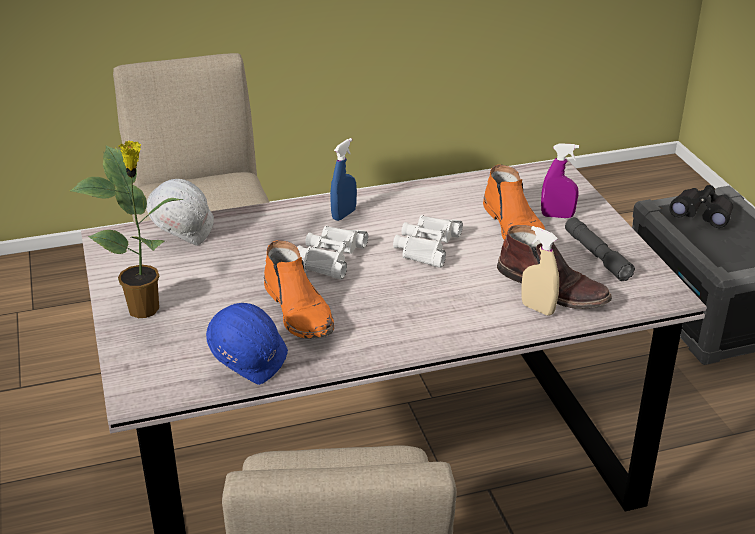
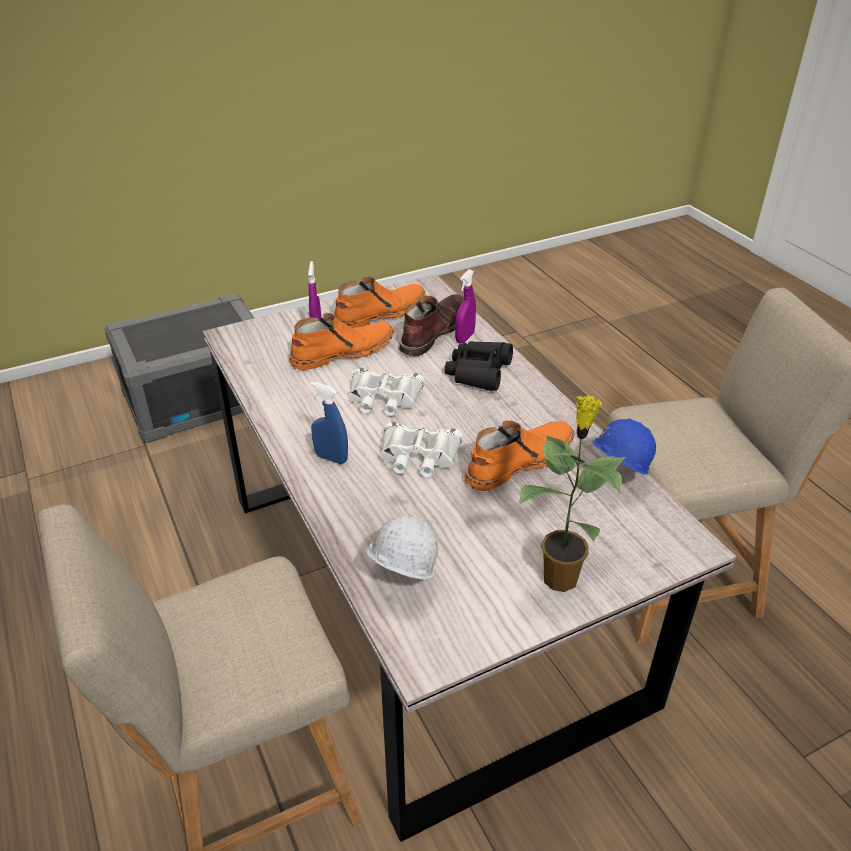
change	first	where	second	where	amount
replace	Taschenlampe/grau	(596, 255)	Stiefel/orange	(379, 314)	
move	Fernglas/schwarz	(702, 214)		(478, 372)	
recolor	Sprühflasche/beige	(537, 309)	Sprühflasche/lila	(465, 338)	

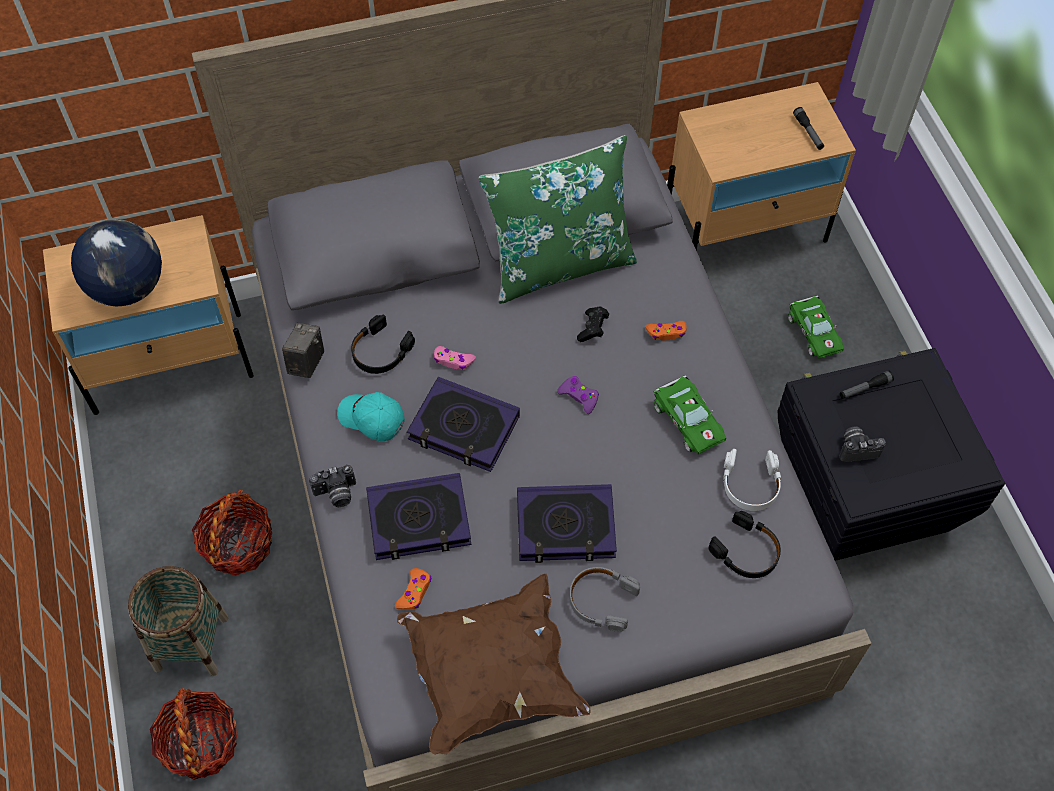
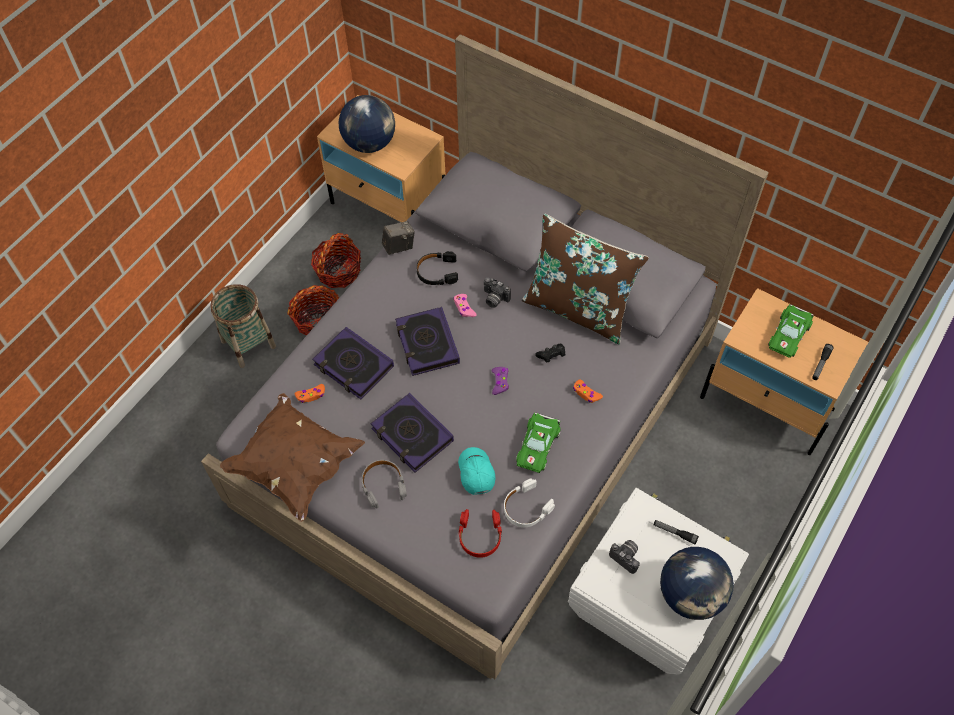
change	first	where	second	where	amount
move	Korb	(201, 743)		(338, 271)	
move	Kappe/türkis	(371, 419)		(475, 473)	
recolor	Kopfhörer/schwarz	(746, 551)	Kopfhörer/rot	(480, 536)	
move	Kamera	(336, 494)		(494, 299)	
recolor	Kissen/grün	(559, 263)	Kissen/braun	(578, 308)	
recolor	Aufbewahrungsbox/schwarz	(862, 490)	Aufbewahrungsbox/weiß	(646, 601)	
insert			Globus	(691, 594)	
move	Spielzeugauto/grün	(813, 331)		(789, 334)	

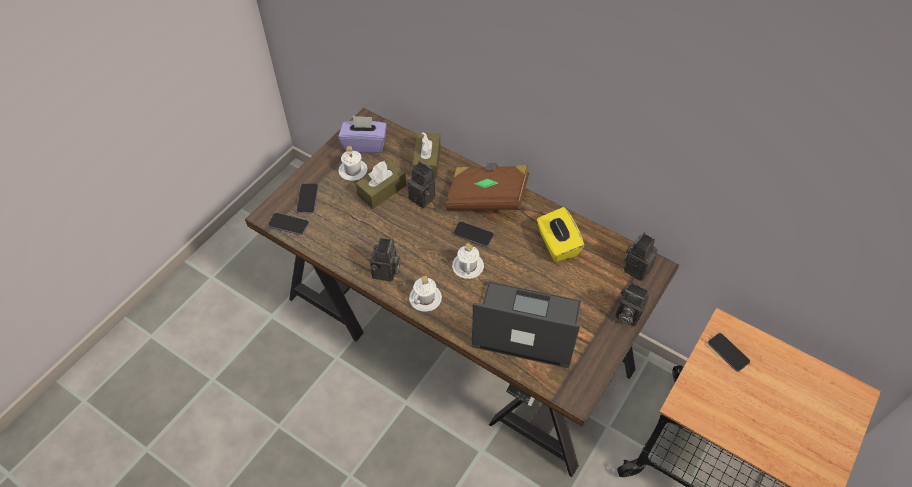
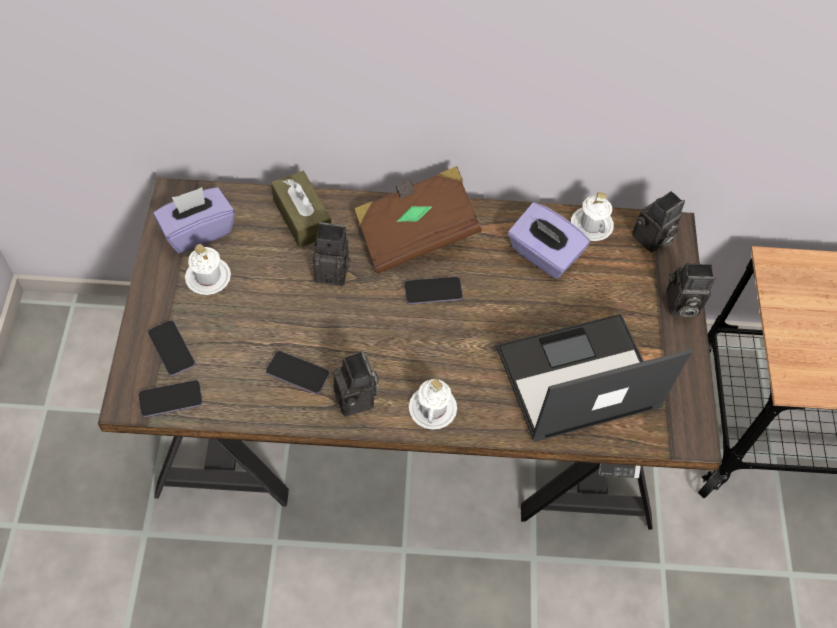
change	first	where	second	where	amount
move	Handy	(728, 353)		(297, 373)	
recolor	Taschentuchbox/gelb	(557, 245)	Taschentuchbox/lila	(543, 255)	
move	Henkelbecher/weiß	(468, 266)		(591, 225)	
rotate	Kamera	(636, 267)		(651, 239)	135 degrees counterclockwise
delete	Taschentuchbox/braun	(382, 190)			

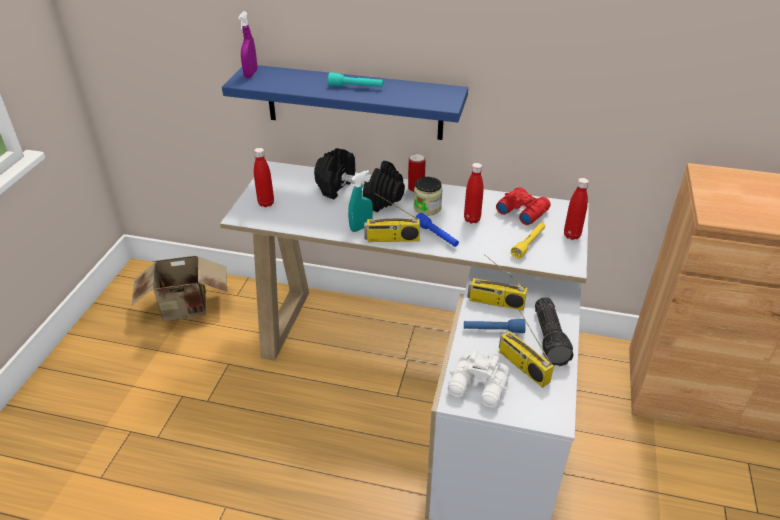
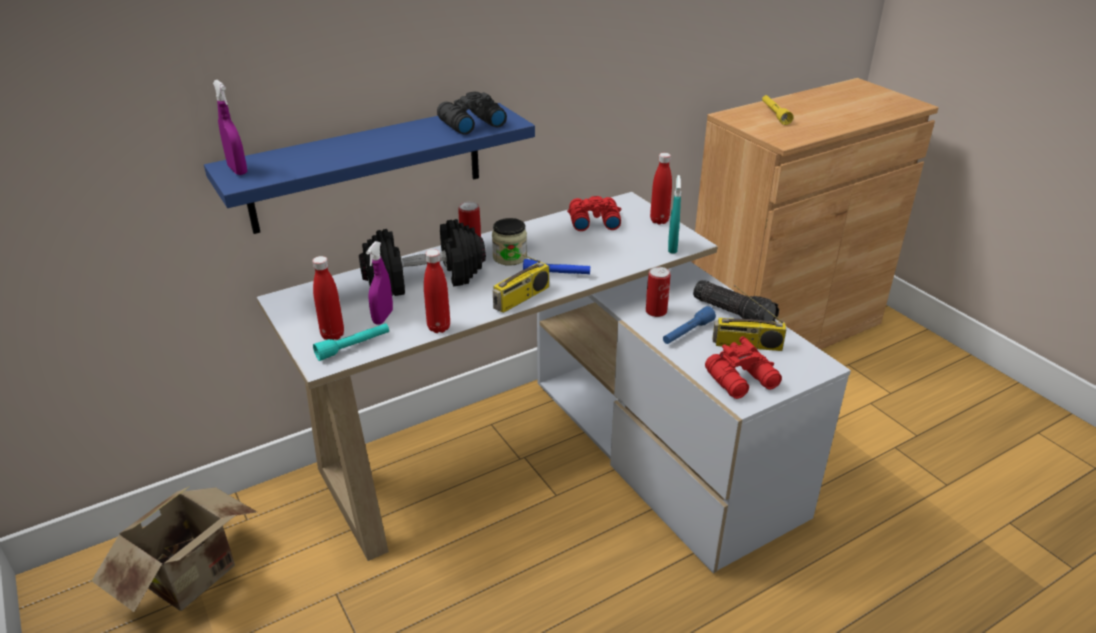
change	first	where	second	where	amount
move	Taschenlampe/türkis	(356, 87)		(353, 347)	
insert			Sprühflasche/lila	(383, 317)	
move	Flasche/rot	(472, 219)		(439, 328)	
insert			Fernglas/schwarz	(470, 124)	
replace	Radio	(495, 302)	Dose	(656, 311)	
move	Sprühflasche/türkis	(361, 227)		(672, 247)	
recolor	Fernglas/weiß	(478, 387)	Fernglas/rot	(743, 380)	
move	Taschenlampe/gelb	(528, 244)		(774, 114)	

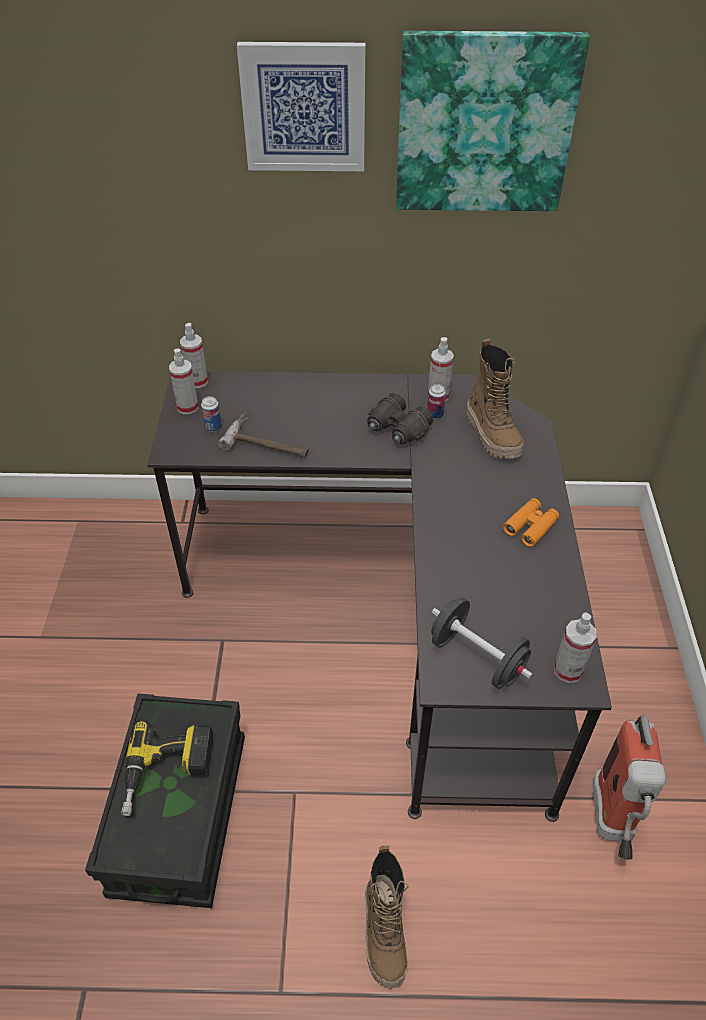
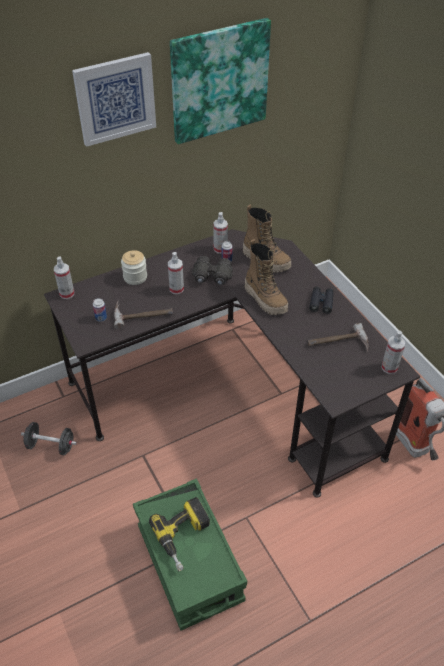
change	first	where	second	where	amount
move	Hantel/schwarz	(477, 657)		(51, 446)	
insert			Vorratsglas	(135, 277)	
recolor	Aufbewahrungsbox/schwarz	(179, 814)	Aufbewahrungsbox/grün	(189, 564)	
move	Sprühflasche	(187, 407)		(176, 289)	
move	Stiefel	(385, 933)		(265, 299)	
insert			Hammer	(338, 344)	
recolor	Fernglas/orange	(530, 526)	Fernglas/schwarz	(321, 302)	

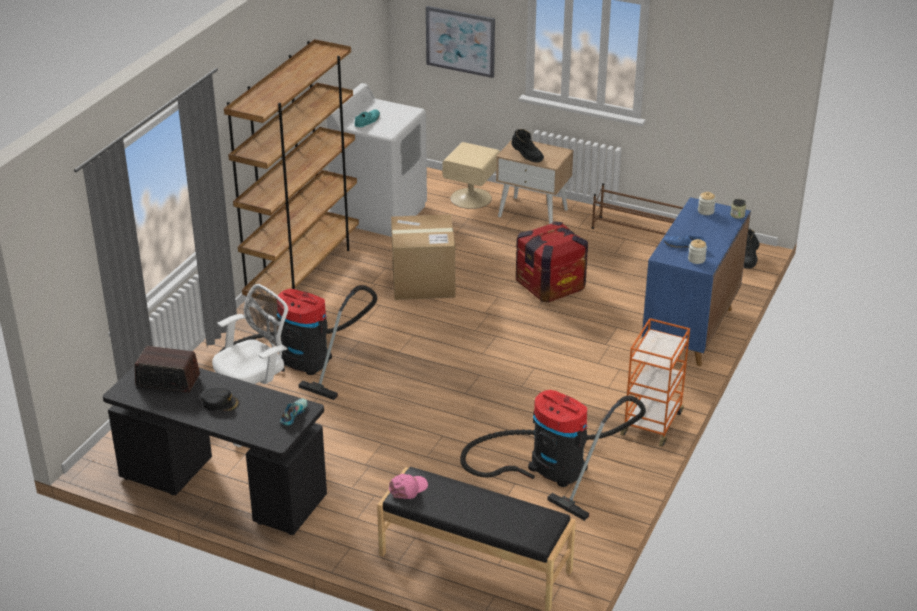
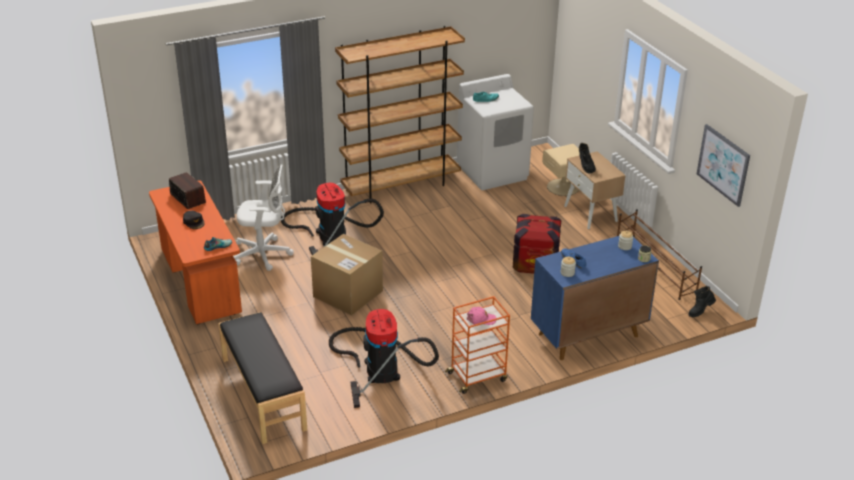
change	first	where	second	where	amount
recolor	Schreibtisch/schwarz	(222, 488)	Schreibtisch/orange	(200, 281)	
move	Karton	(423, 282)		(348, 294)	
move	Kappe/rosa	(408, 489)		(481, 319)	
move	Bild	(460, 41)		(723, 164)	

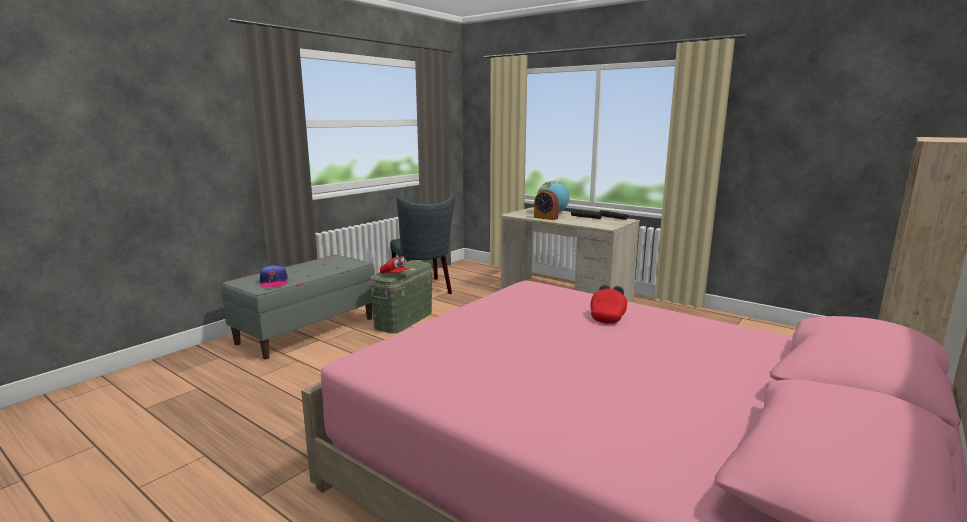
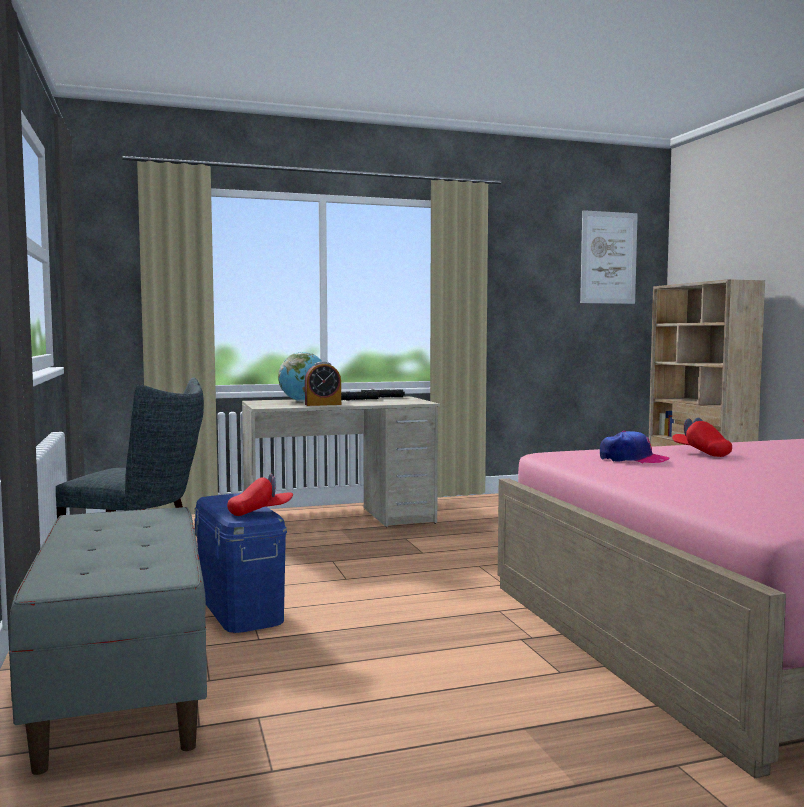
change	first	where	second	where	amount
recolor	Aufbewahrungsbox/grün	(403, 320)	Aufbewahrungsbox/blau	(239, 607)	
insert			Bild	(608, 258)	
move	Kappe	(273, 282)		(632, 459)	

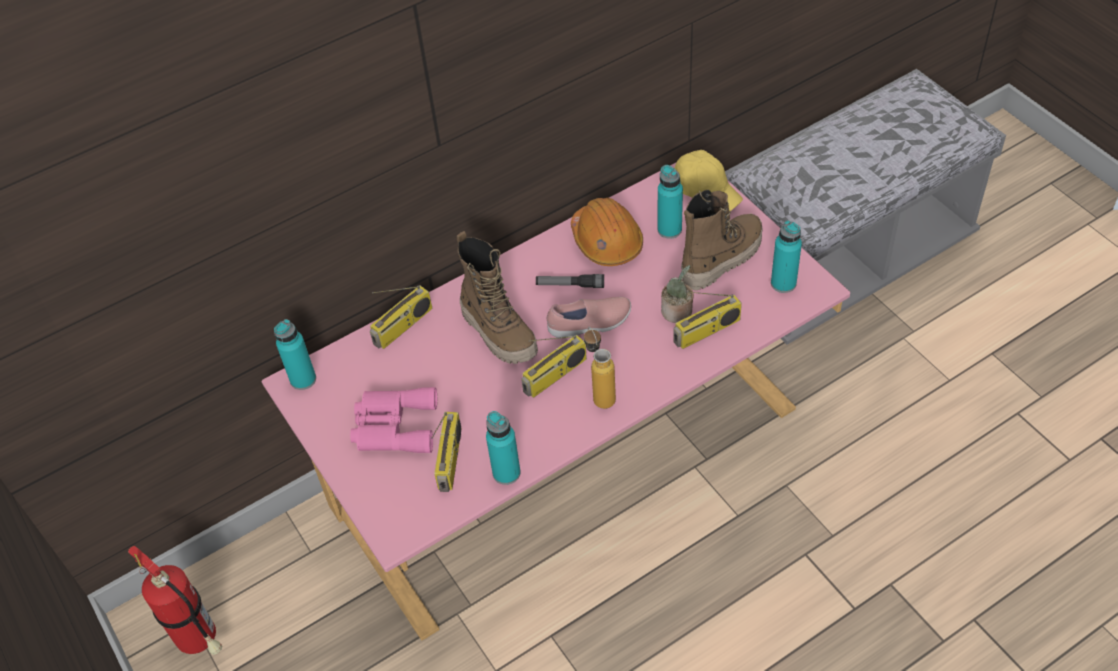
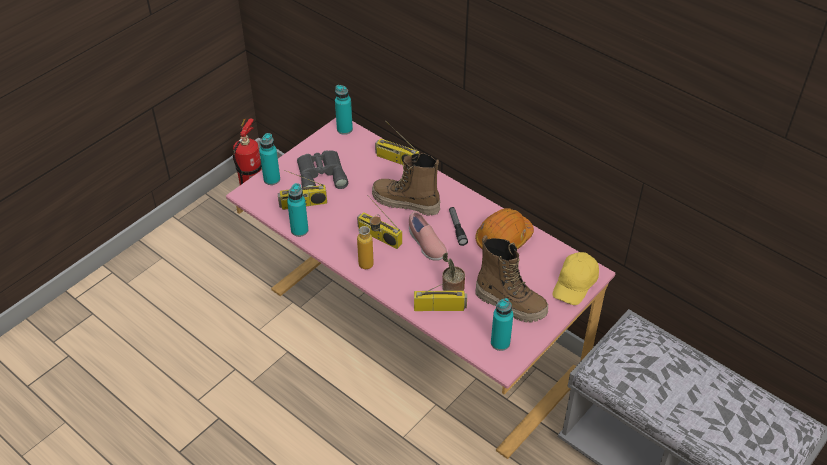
change	first	where	second	where	amount
move	Flasche/türkis	(669, 229)		(272, 179)	
recolor	Fernglas/rosa	(393, 426)	Fernglas/grau	(321, 174)	
rotate	Stiefel	(499, 332)		(406, 203)	75 degrees clockwise
rotate	Radio	(706, 331)		(440, 306)	135 degrees clockwise

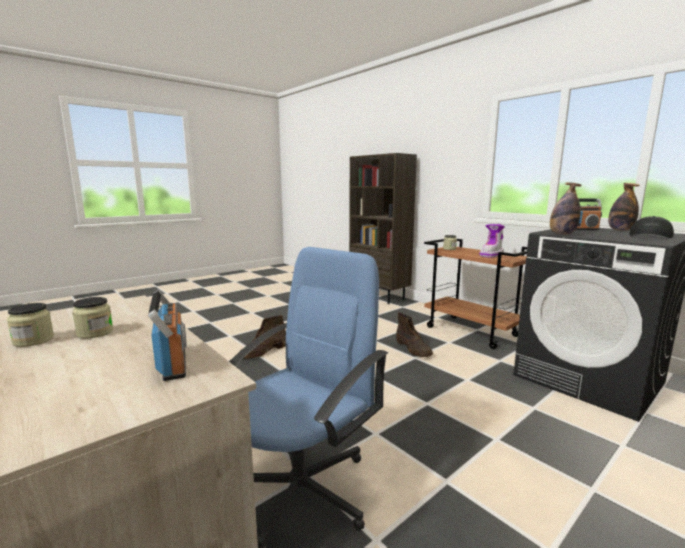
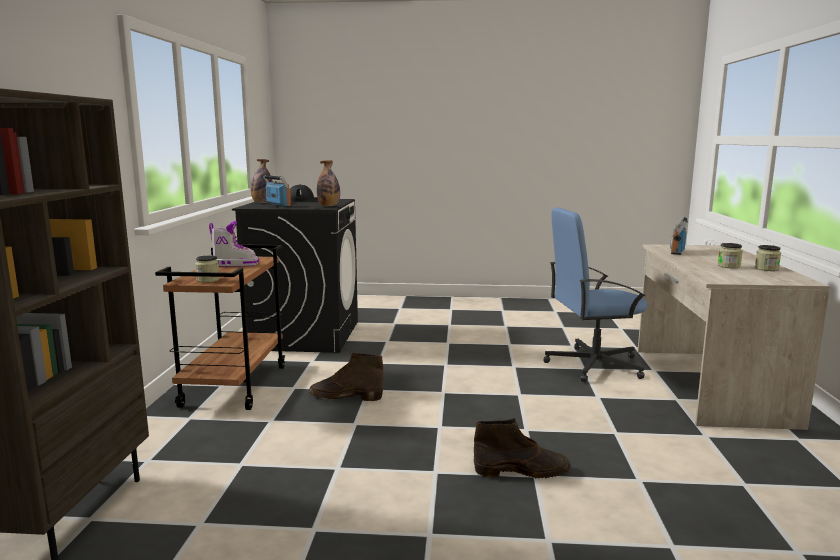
change	first	where	second	where	amount
rotate	Stiefel/braun	(413, 349)		(345, 396)	105 degrees counterclockwise

